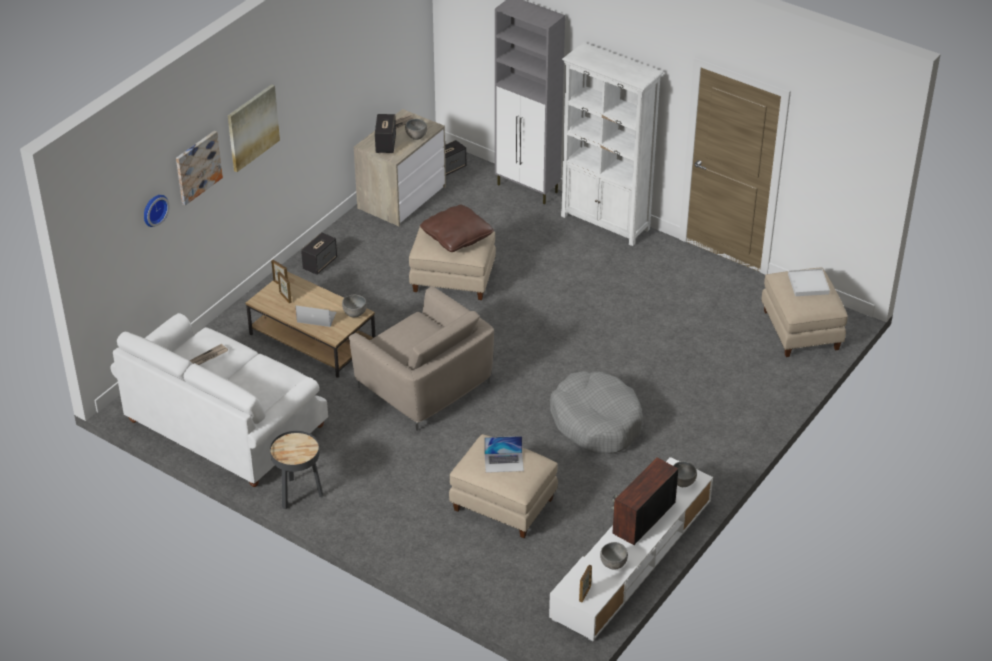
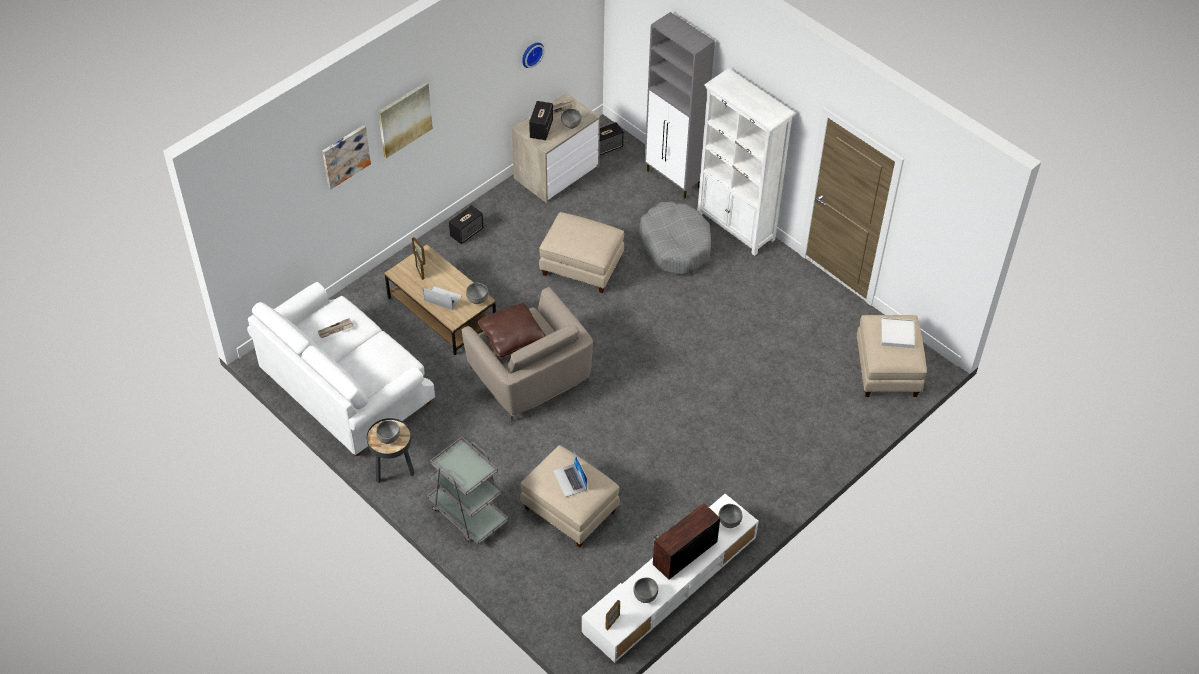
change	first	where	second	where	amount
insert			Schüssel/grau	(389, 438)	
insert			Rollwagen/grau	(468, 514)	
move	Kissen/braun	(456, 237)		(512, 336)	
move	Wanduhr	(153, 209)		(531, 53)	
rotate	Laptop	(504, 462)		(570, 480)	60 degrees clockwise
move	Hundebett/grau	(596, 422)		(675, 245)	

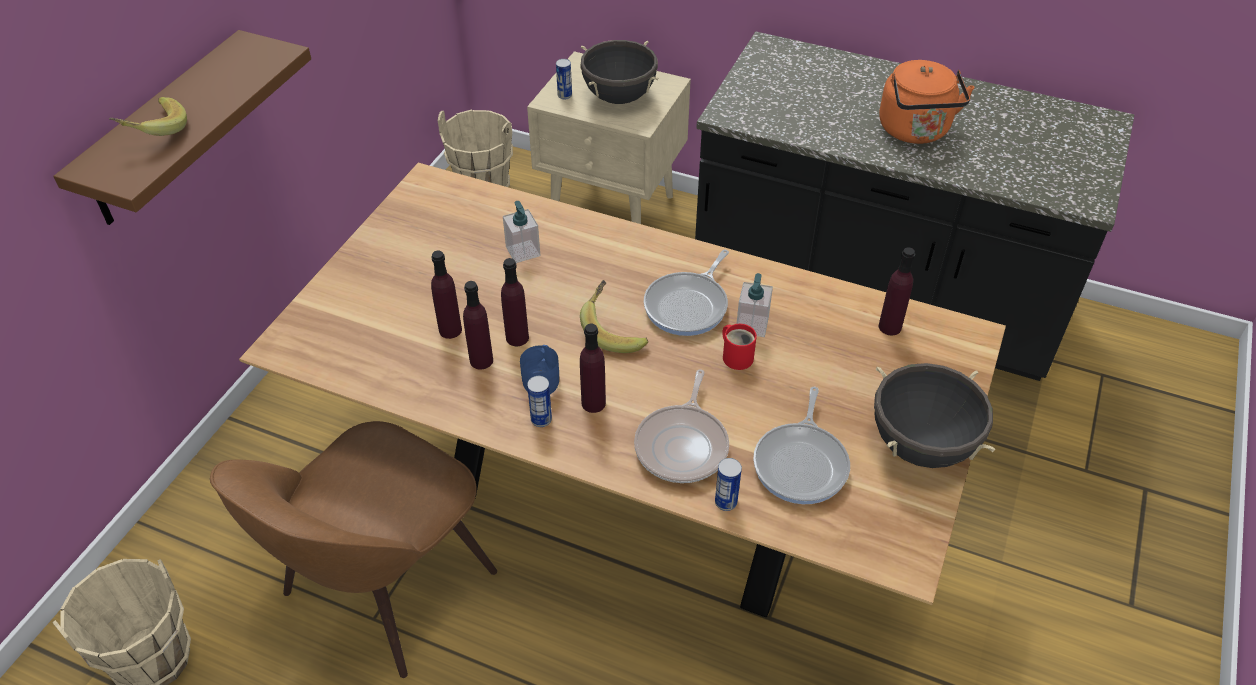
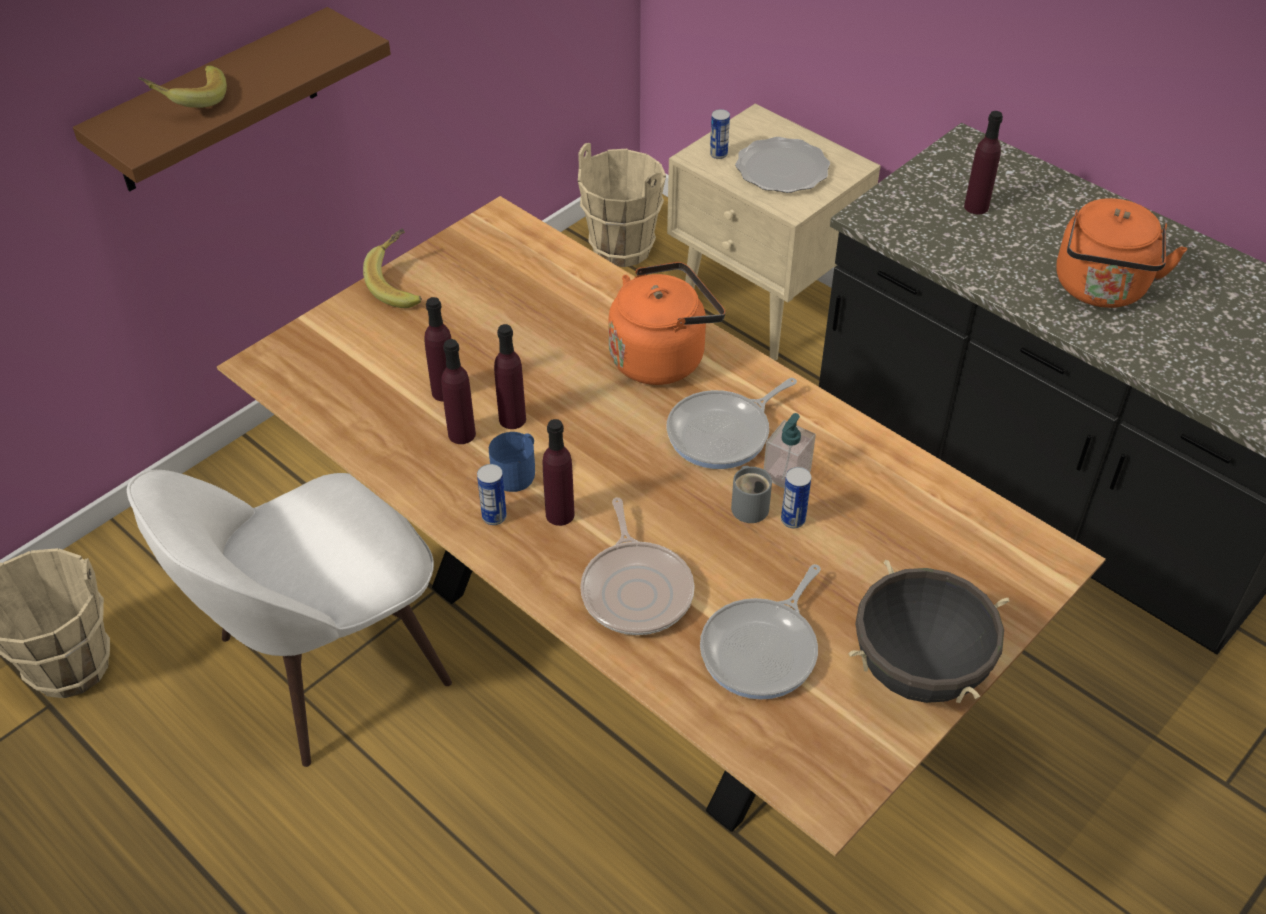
change	first	where	second	where	amount
recolor	Stuhl/braun	(384, 589)	Stuhl/weiß	(324, 665)	
move	Banane	(615, 330)		(401, 284)	
rotate	Pfanne	(683, 445)		(636, 589)	45 degrees counterclockwise
insert			Wasserkessel/orange	(662, 357)	
recolor	Henkelbecher/rot	(737, 356)	Henkelbecher/grau	(750, 505)	
replace	Kochtopf/schwarz	(619, 97)	Teller	(782, 170)	
move	Dose	(726, 502)		(793, 520)	
move	Flasche/lila	(890, 327)		(976, 207)	
delete	Seifenspender	(523, 251)			

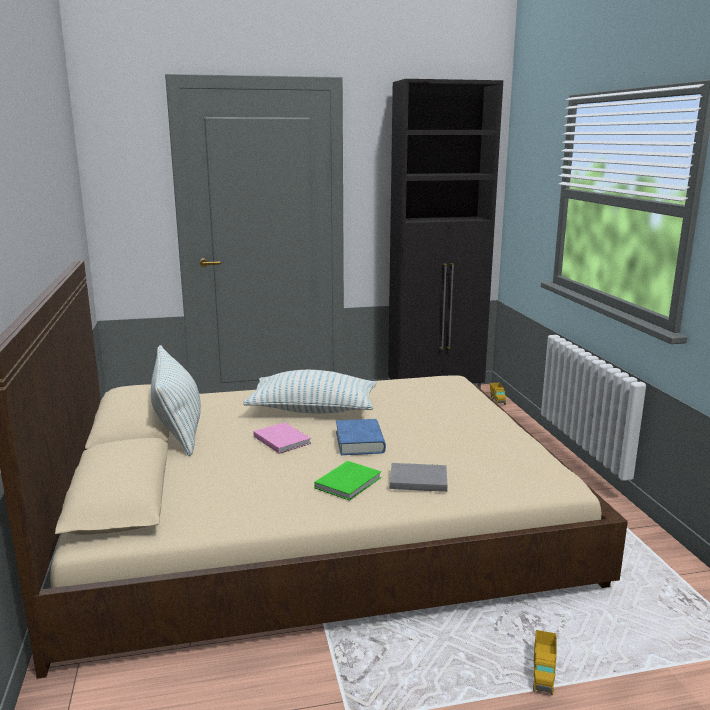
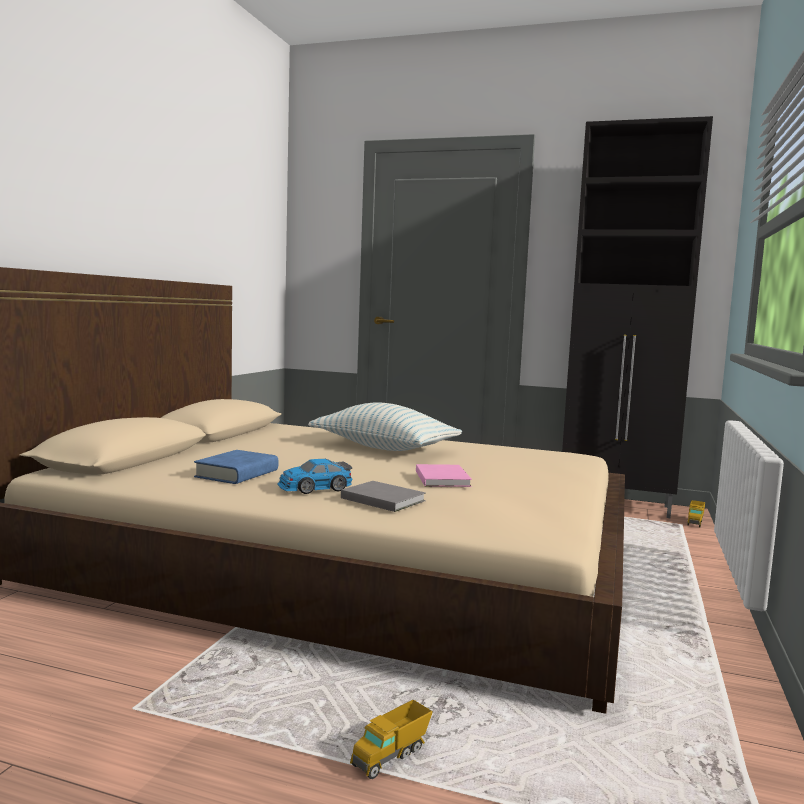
change	first	where	second	where	amount
move	Buch/blau	(359, 442)		(237, 474)	
replace	Buch/grün	(350, 482)	Spielzeugauto	(314, 488)	
move	Buch/rosa	(282, 439)		(443, 478)	
delete	Kissen	(178, 429)			

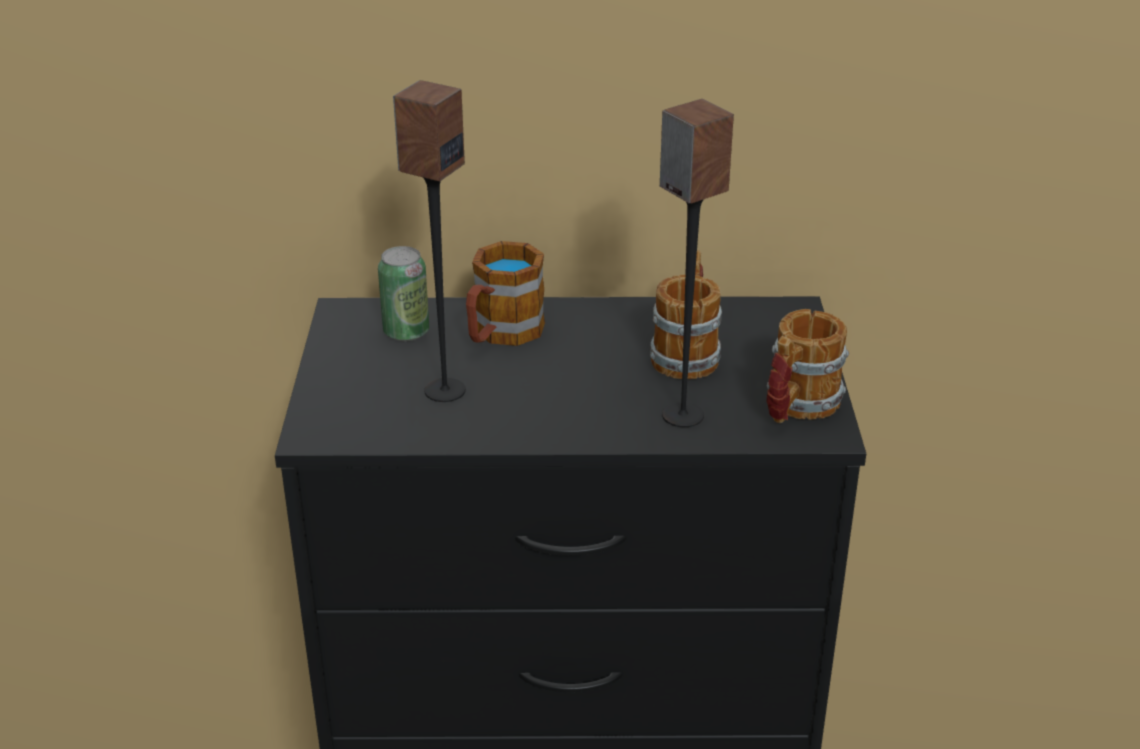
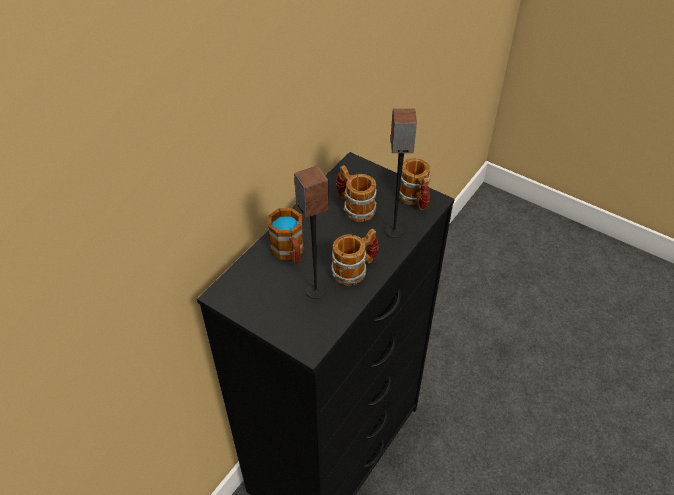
change	first	where	second	where	amount
insert			Henkelbecher	(355, 269)	
delete	Dose	(406, 332)			

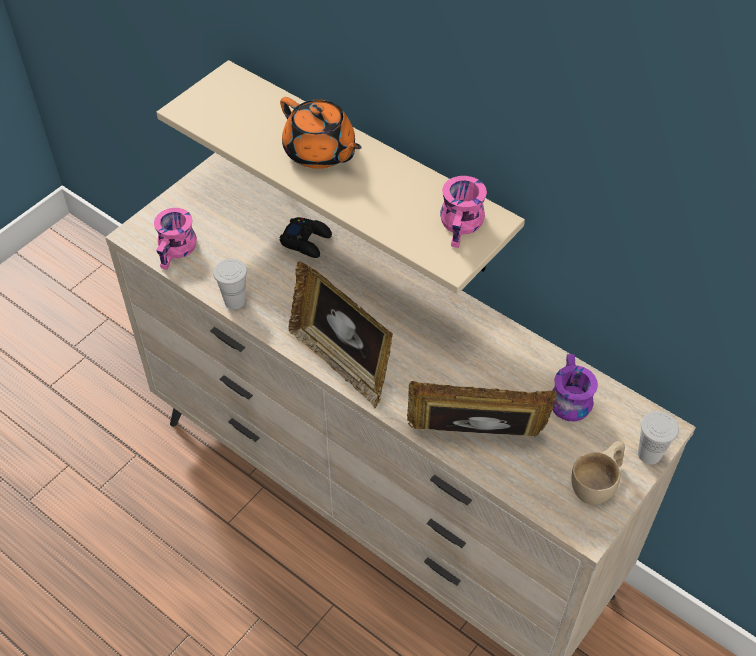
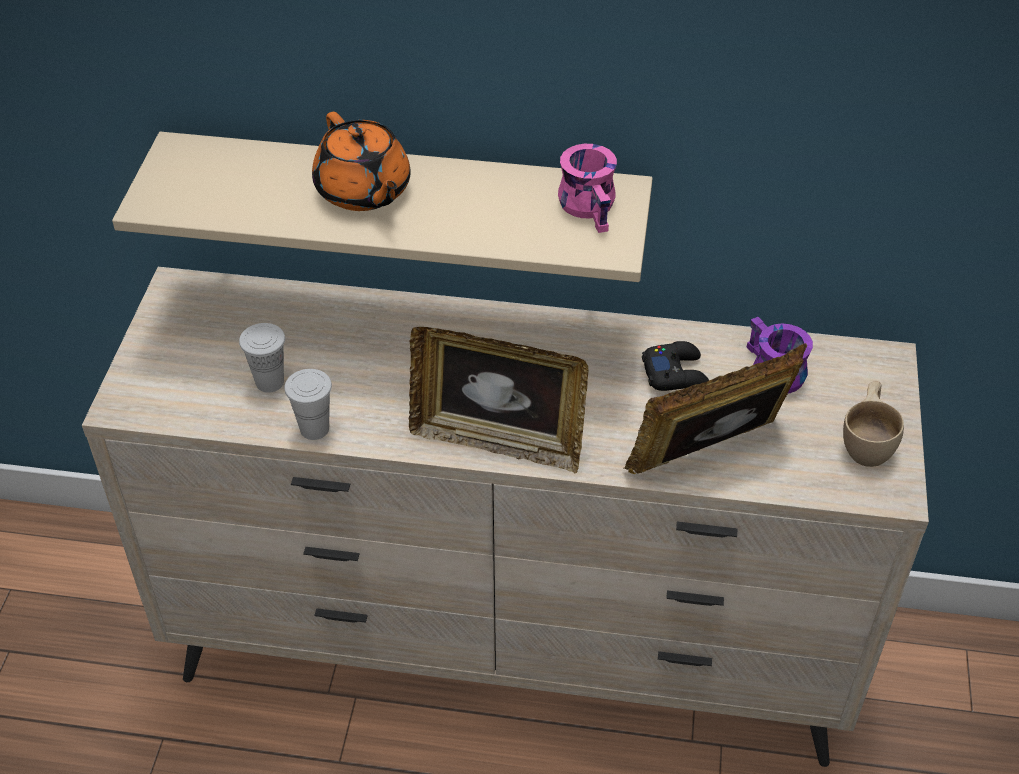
change	first	where	second	where	amount
move	Tasse/weiß	(649, 454)		(269, 382)	
rotate	Teekanne/orange	(320, 152)		(363, 191)	45 degrees clockwise
move	Gamepad/schwarz	(306, 241)		(675, 373)	
delete	Henkelbecher/rosa	(178, 250)			

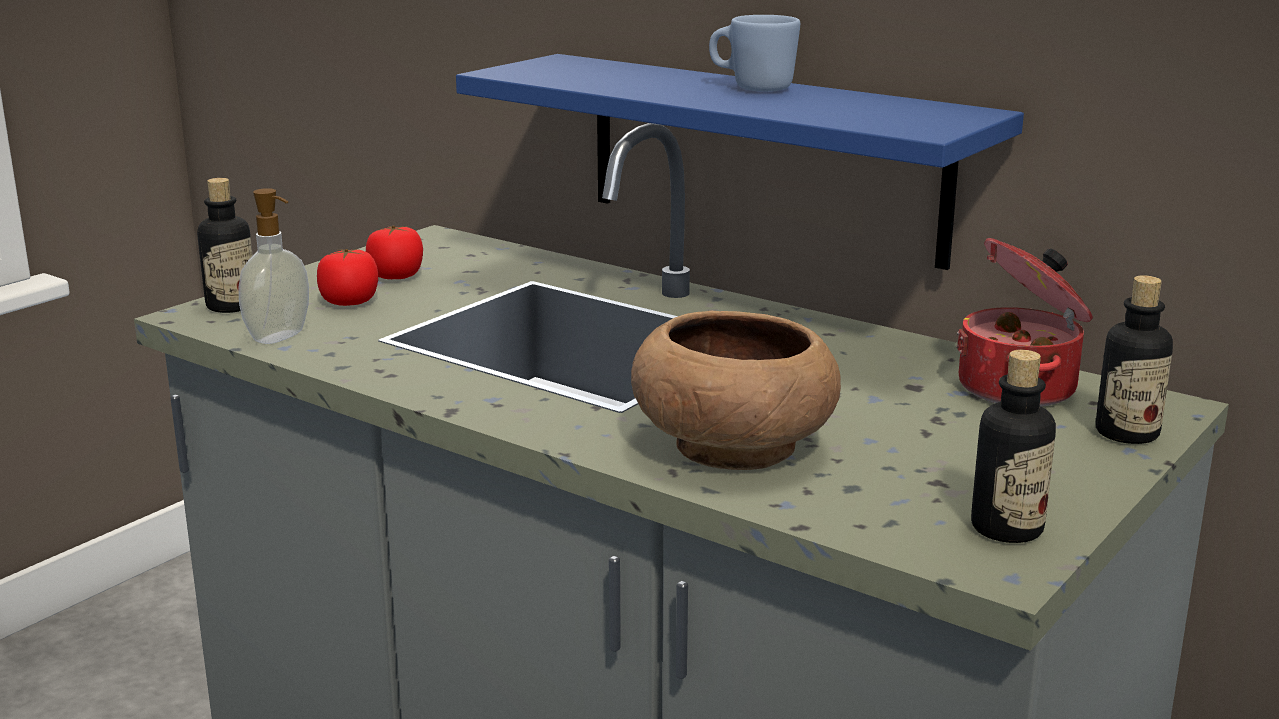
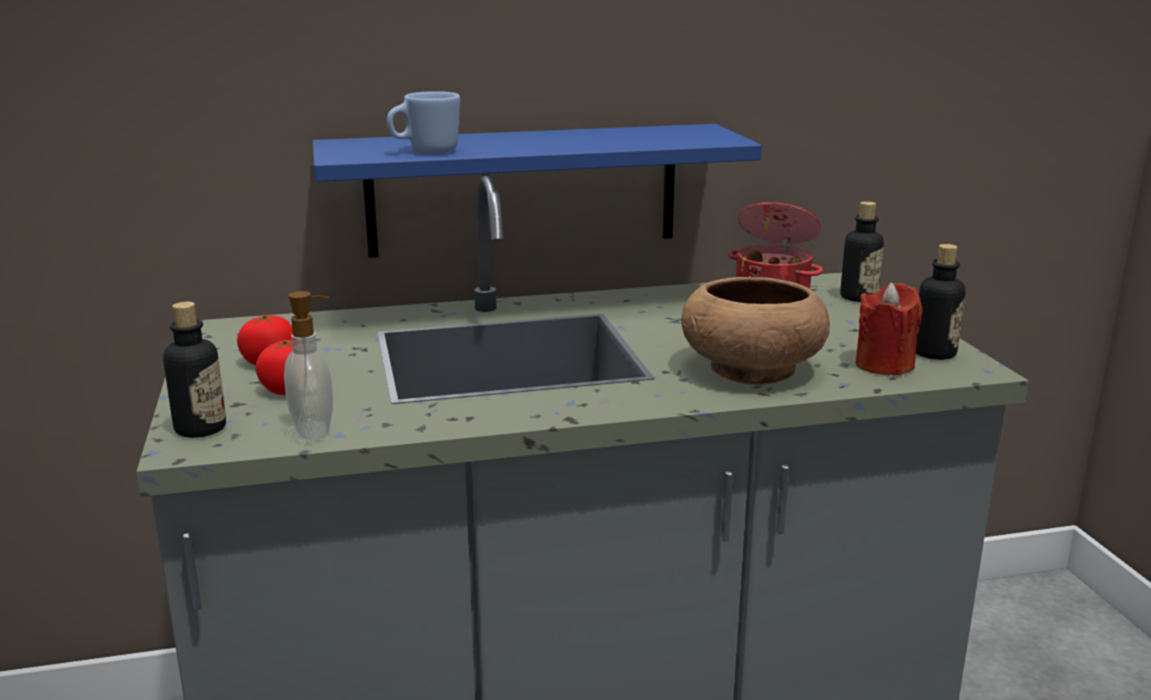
change	first	where	second	where	amount
move	Henkelbecher/blau	(752, 87)		(425, 151)	
insert			Kerze/rot	(884, 365)	

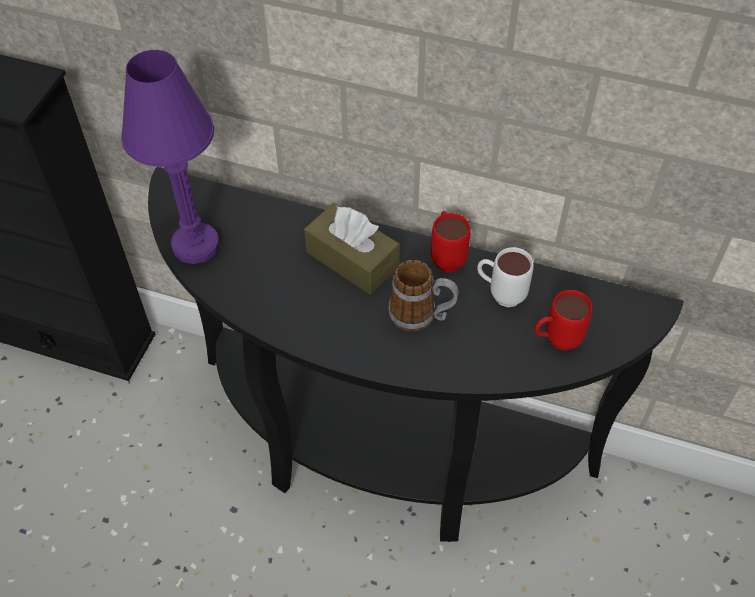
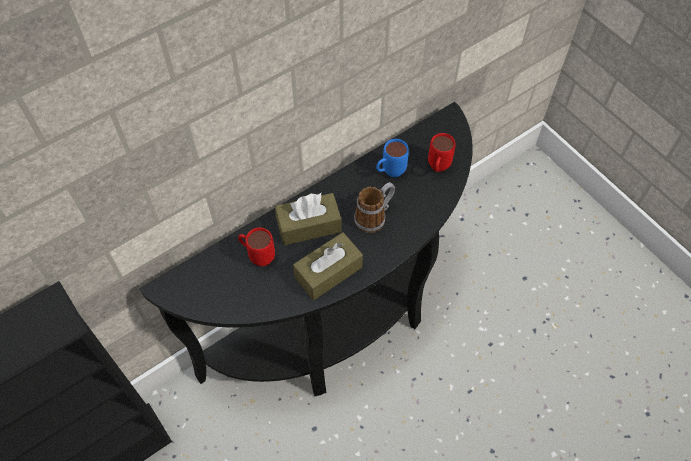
change	first	where	second	where	amount
move	Henkelbecher/rot	(446, 256)		(257, 256)	
insert			Taschentuchbox/braun	(328, 272)	
recolor	Henkelbecher/weiß	(500, 294)	Henkelbecher/blau	(389, 172)	
delete	Tischlampe/lila	(196, 245)			

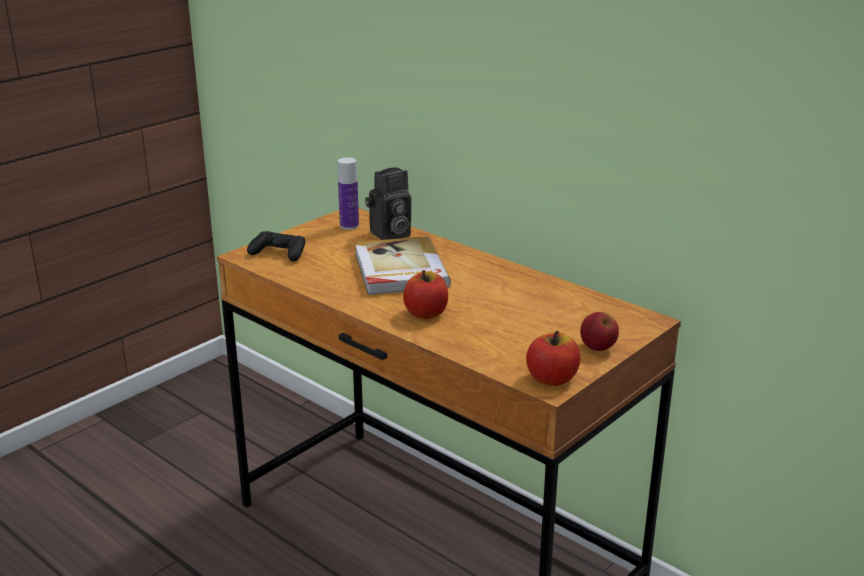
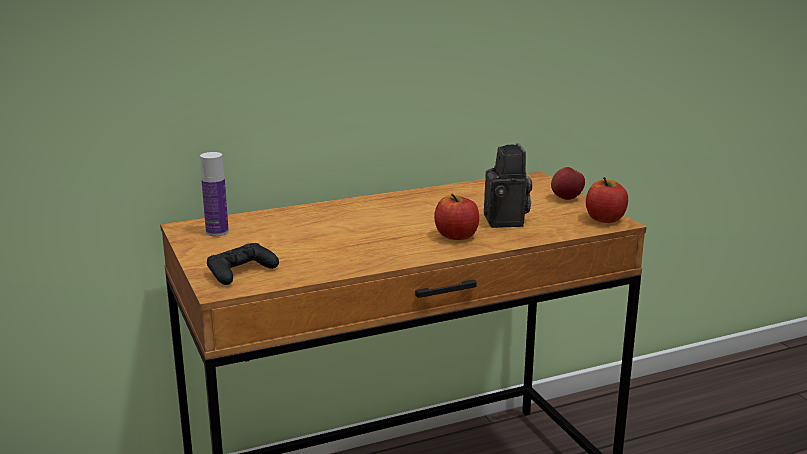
change	first	where	second	where	amount
move	Kamera	(389, 235)		(507, 221)	
delete	Buch	(399, 270)			

